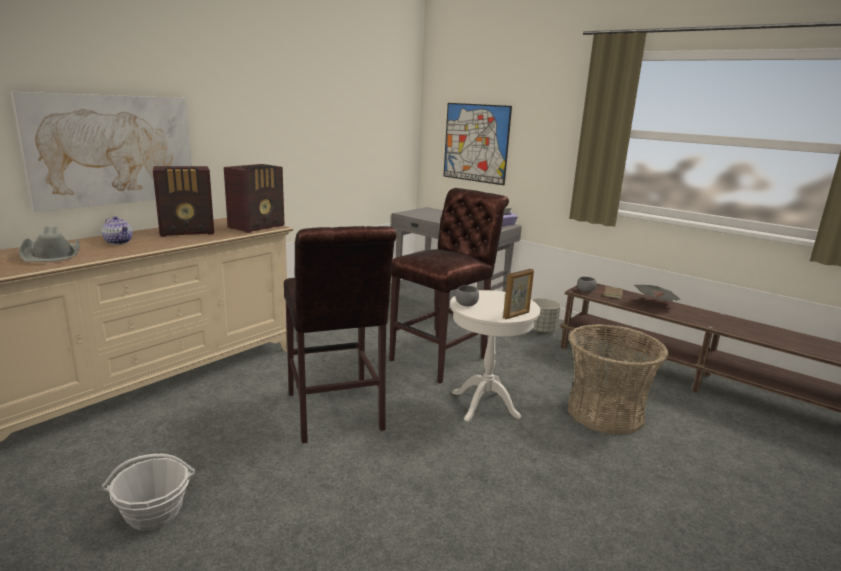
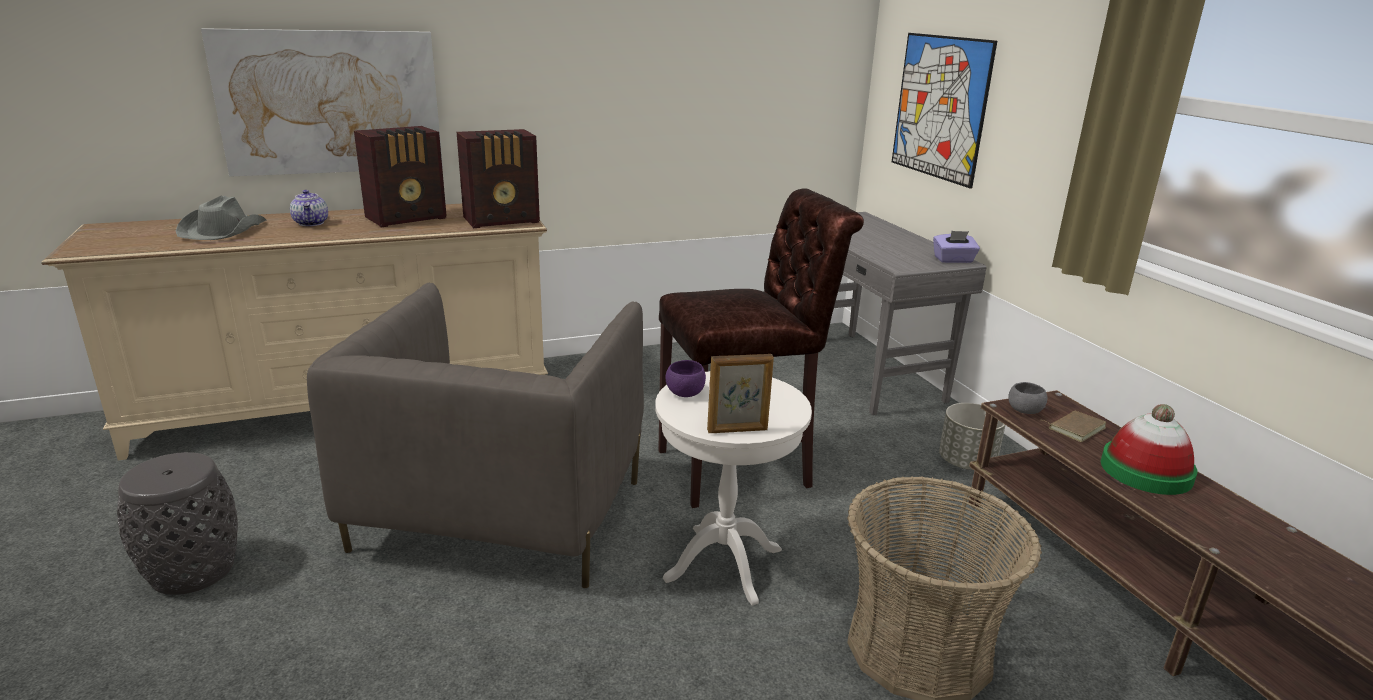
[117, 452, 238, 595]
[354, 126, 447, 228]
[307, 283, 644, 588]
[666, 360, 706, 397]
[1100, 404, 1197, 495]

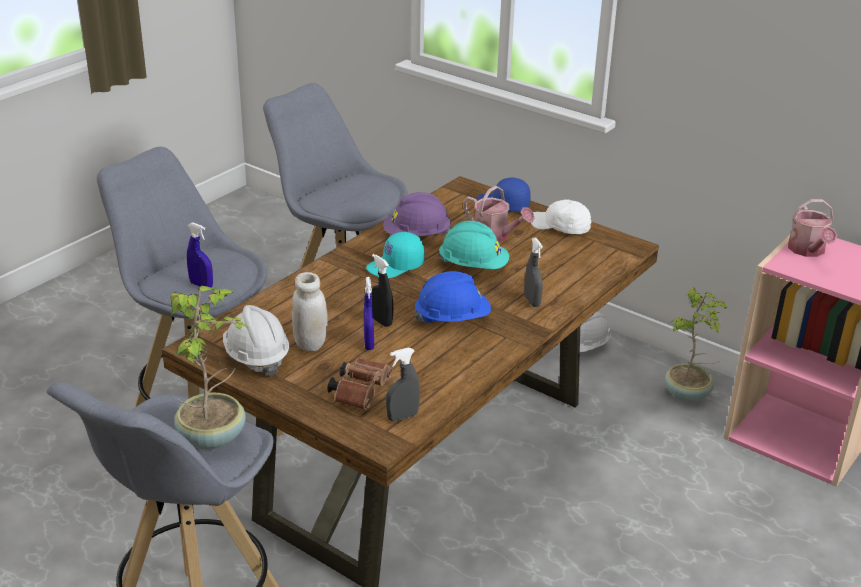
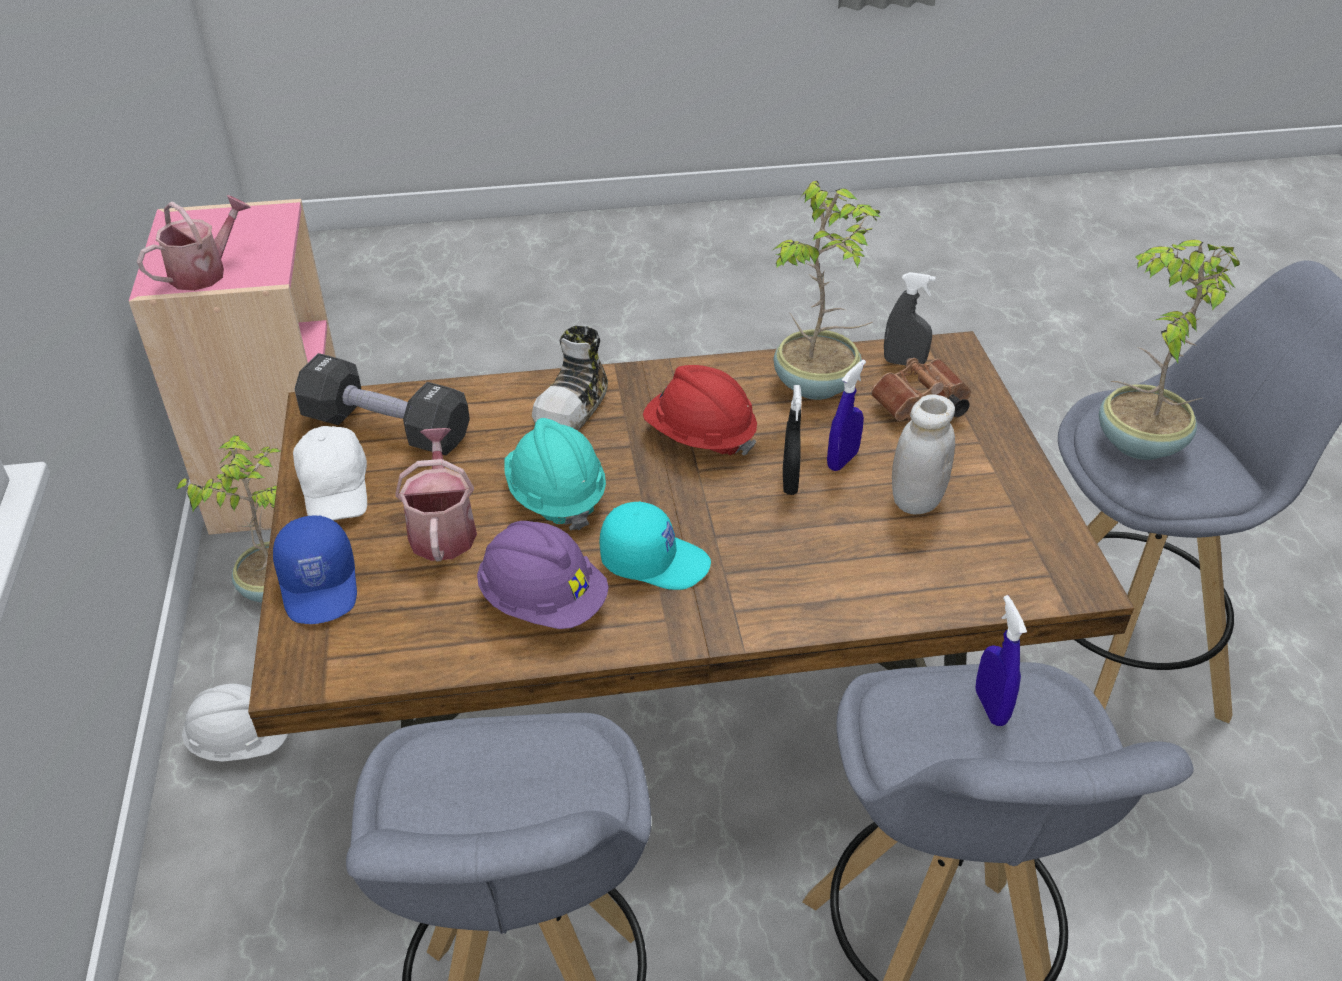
[223, 305, 289, 376] (first image)
[643, 365, 757, 456]
[532, 326, 608, 431]
[295, 353, 470, 455]
[771, 181, 880, 400]

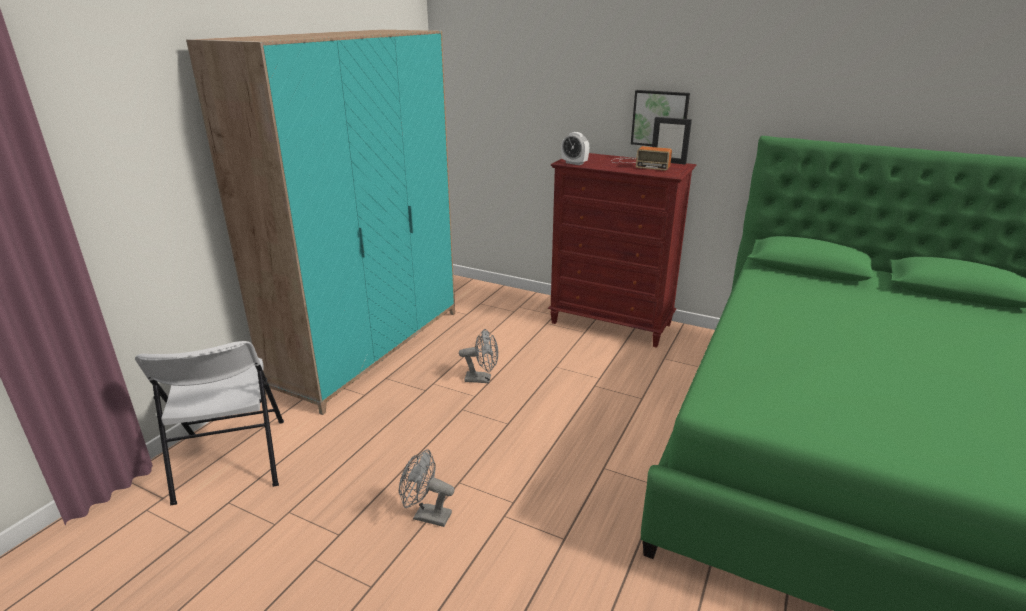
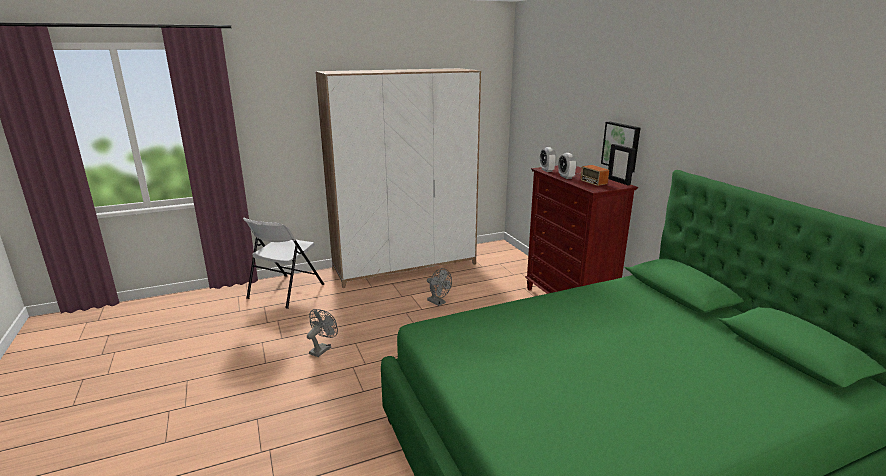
[315, 68, 481, 288]
[307, 309, 338, 357]
[558, 153, 577, 179]

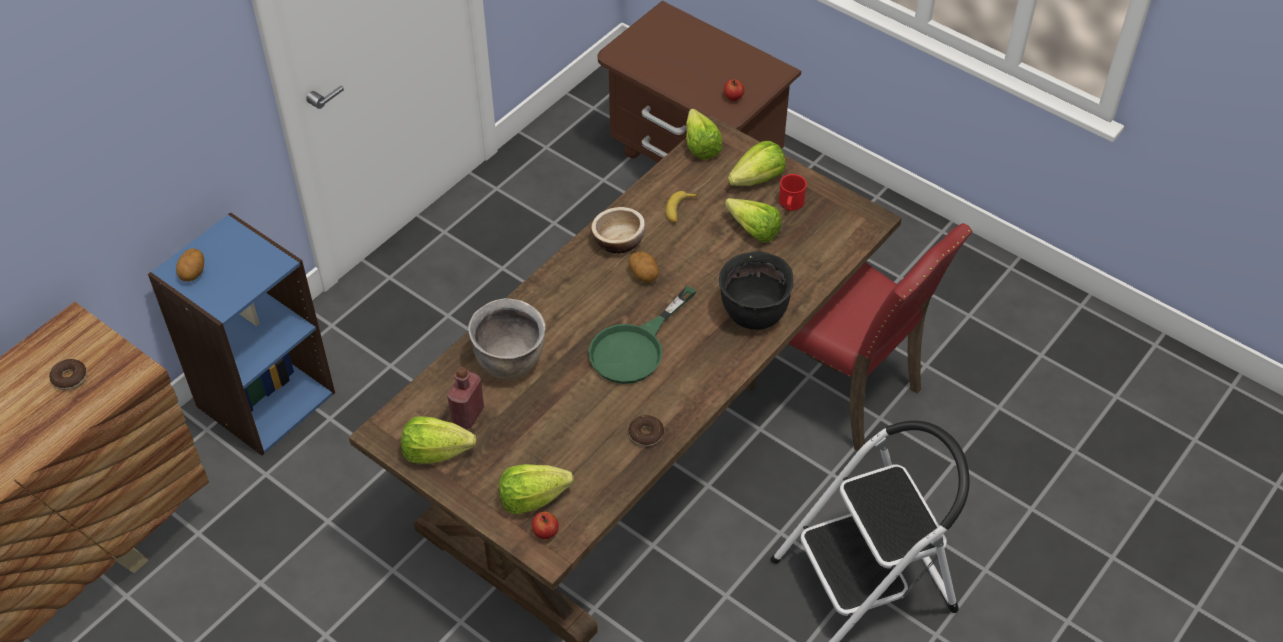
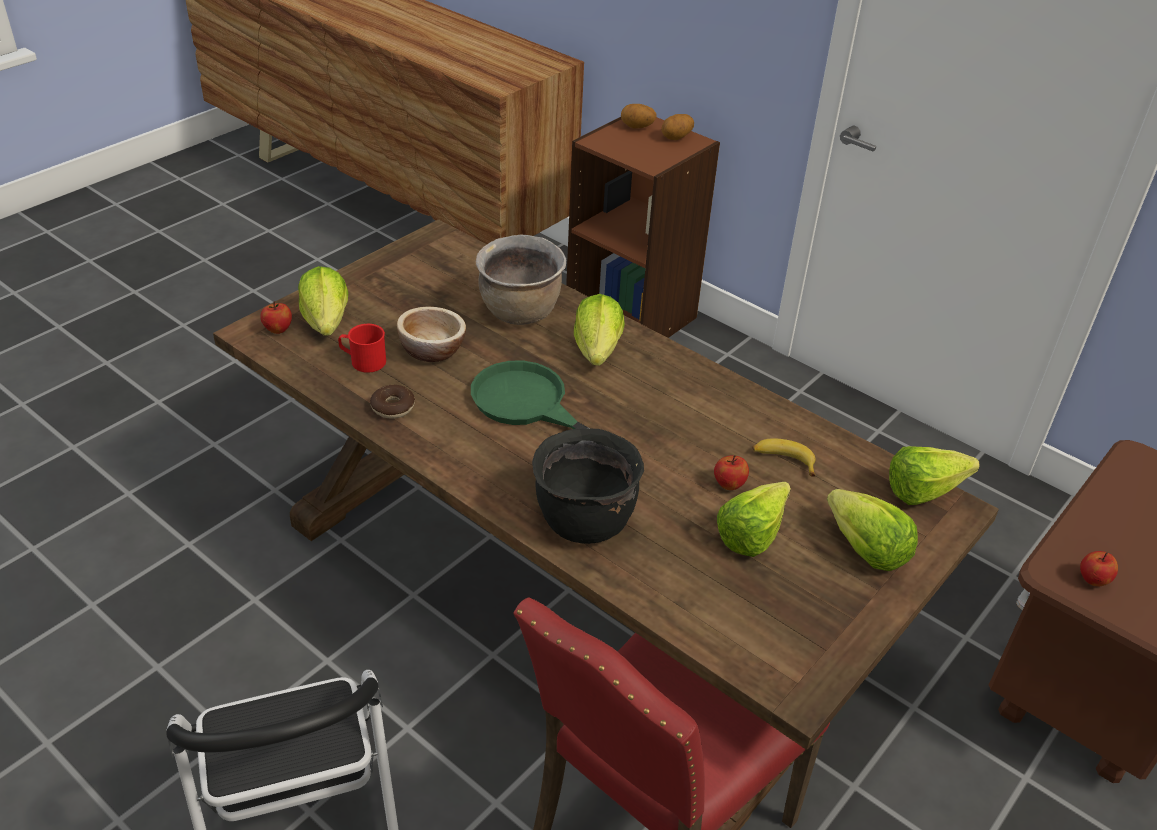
[49, 359, 87, 390] (first image)
[566, 117, 720, 338]
[574, 294, 625, 366]
[447, 367, 484, 429] (first image)
[397, 307, 466, 362]
[661, 114, 694, 140]
[338, 324, 386, 373]
[714, 455, 749, 490]

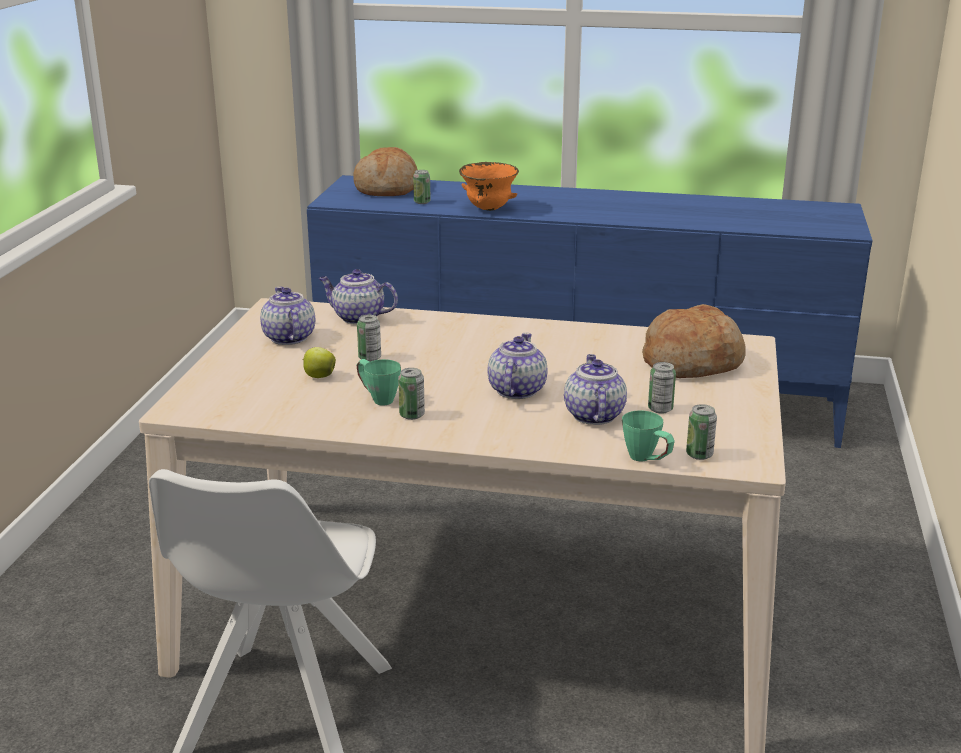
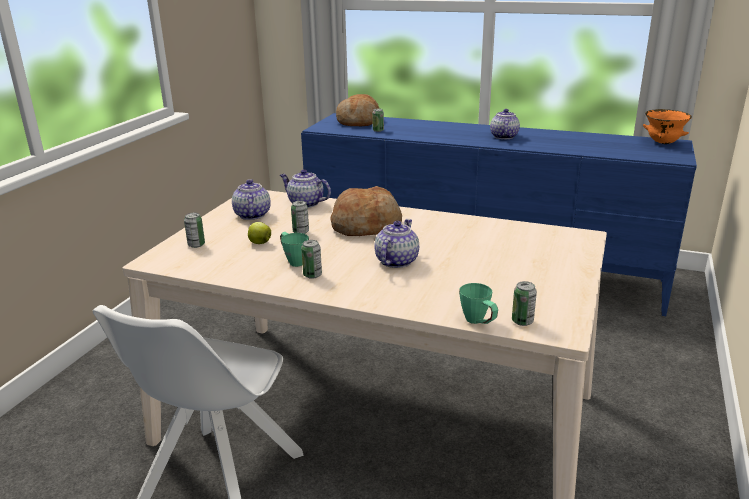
[643, 109, 692, 144]
[490, 109, 520, 139]
[330, 186, 402, 236]
[184, 213, 205, 248]

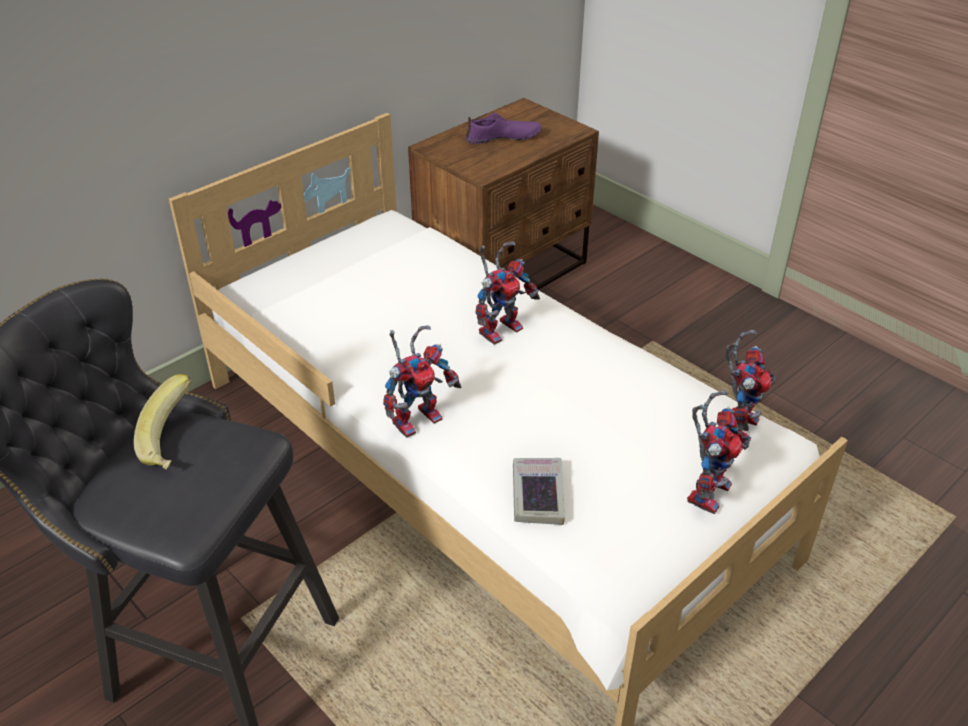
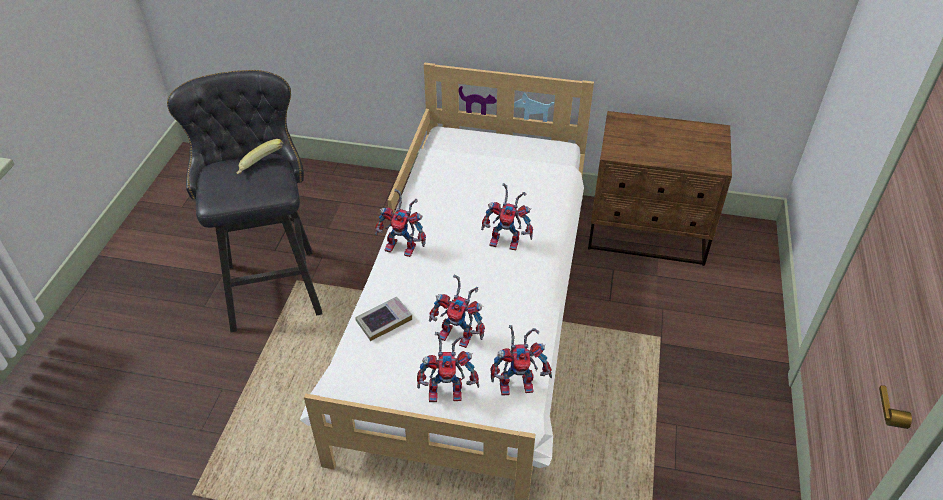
[466, 112, 542, 144] (first image)
[429, 275, 485, 348]

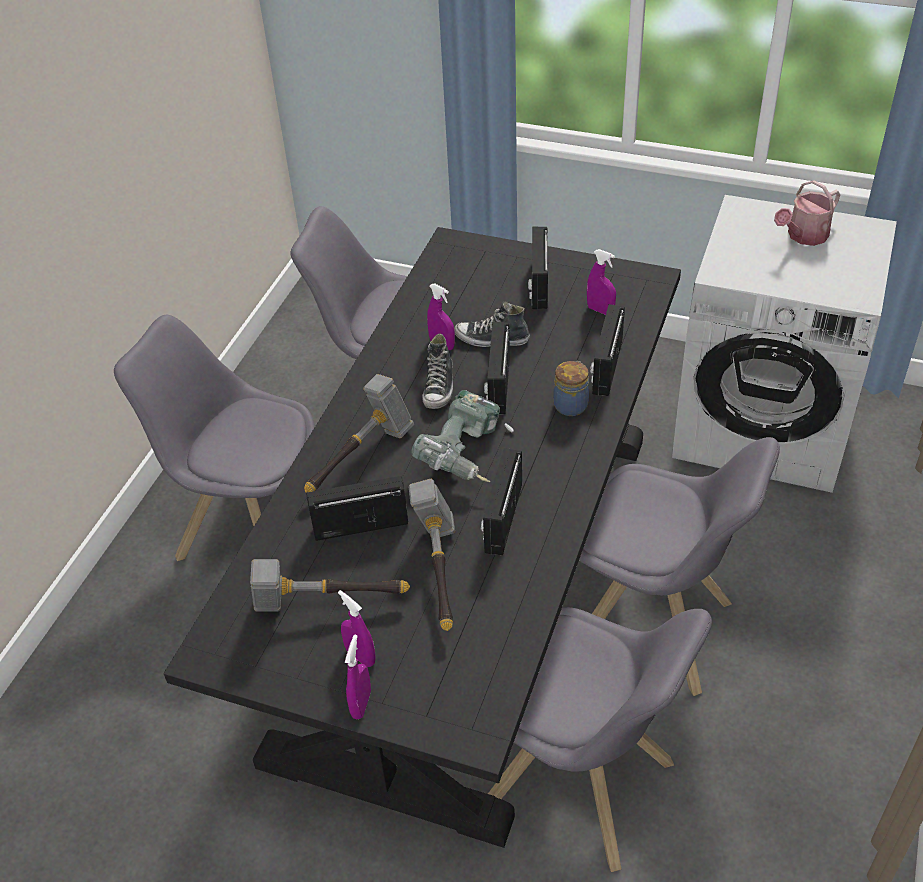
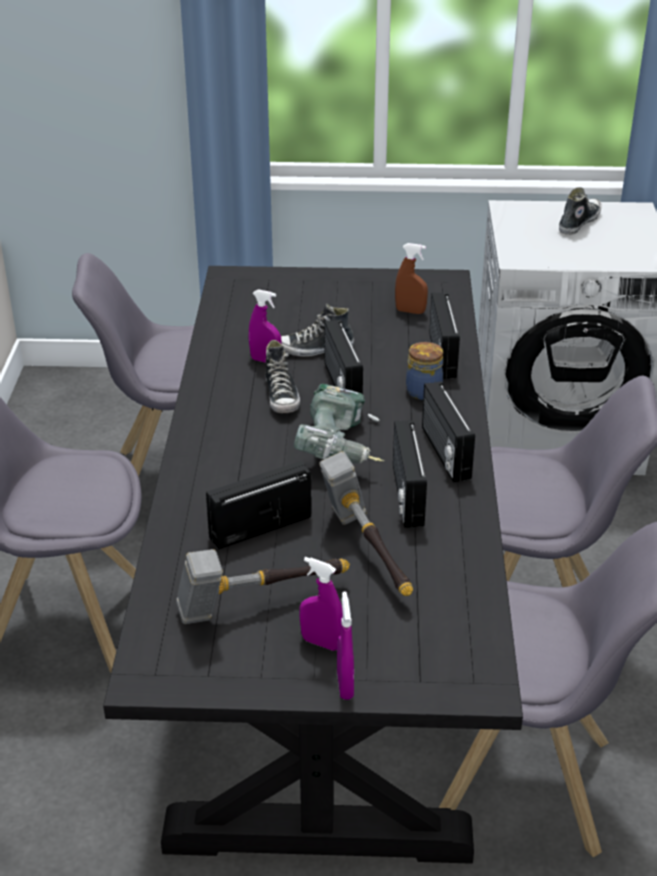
[304, 374, 414, 493] (first image)
[422, 381, 475, 483]
[395, 243, 428, 314]
[559, 187, 602, 235]

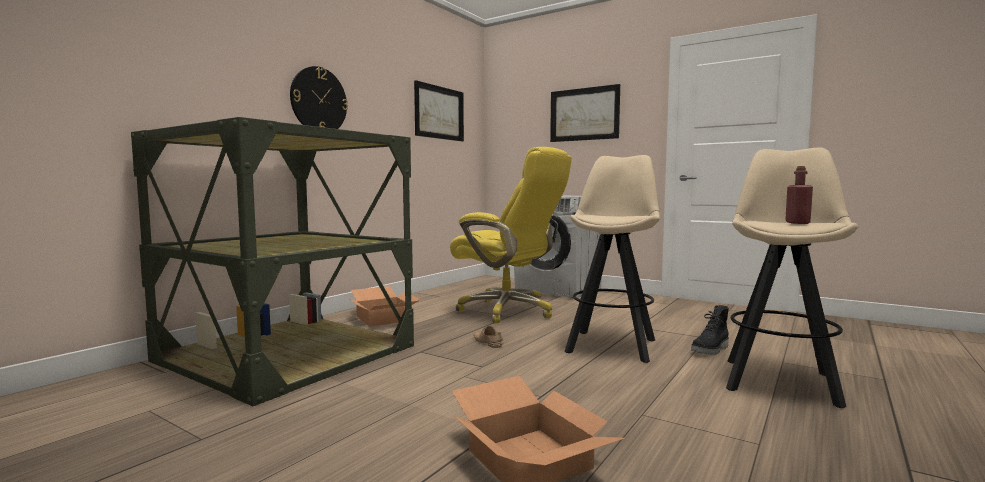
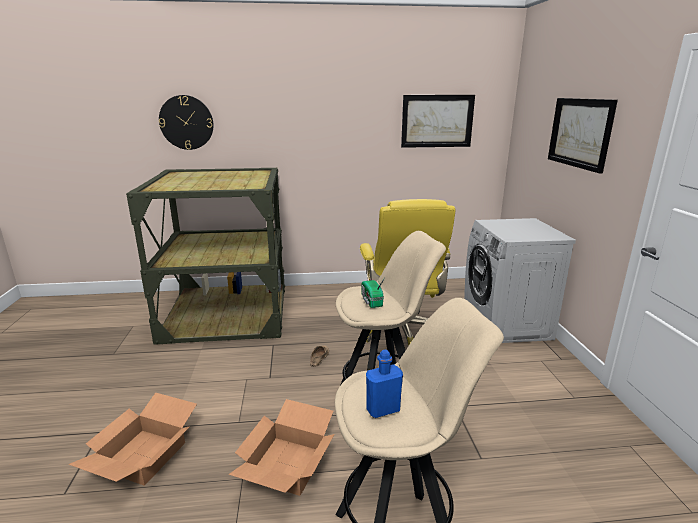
[159, 95, 213, 150]
[228, 399, 334, 496]
[691, 305, 729, 355] (first image)
[366, 350, 403, 418]
[361, 278, 385, 308]

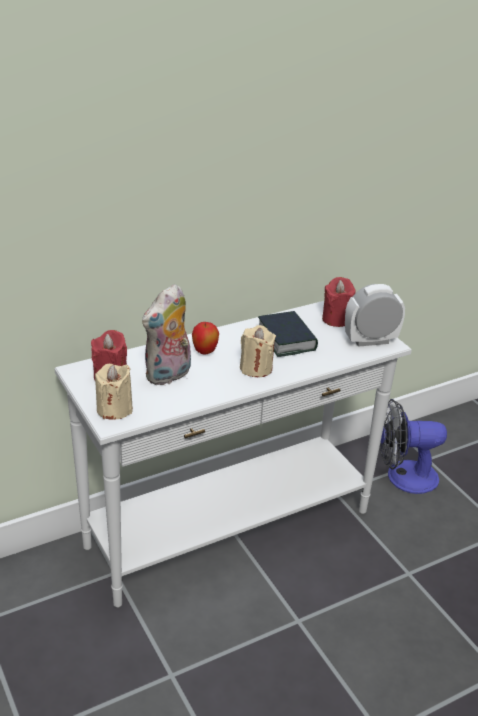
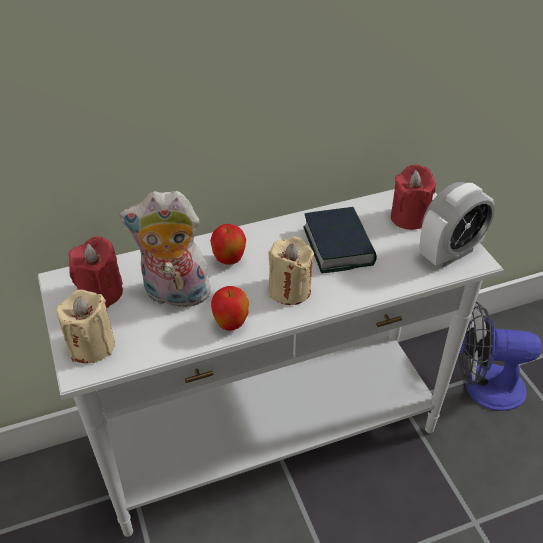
[120, 191, 213, 308]
[419, 182, 495, 268]
[211, 286, 249, 331]

